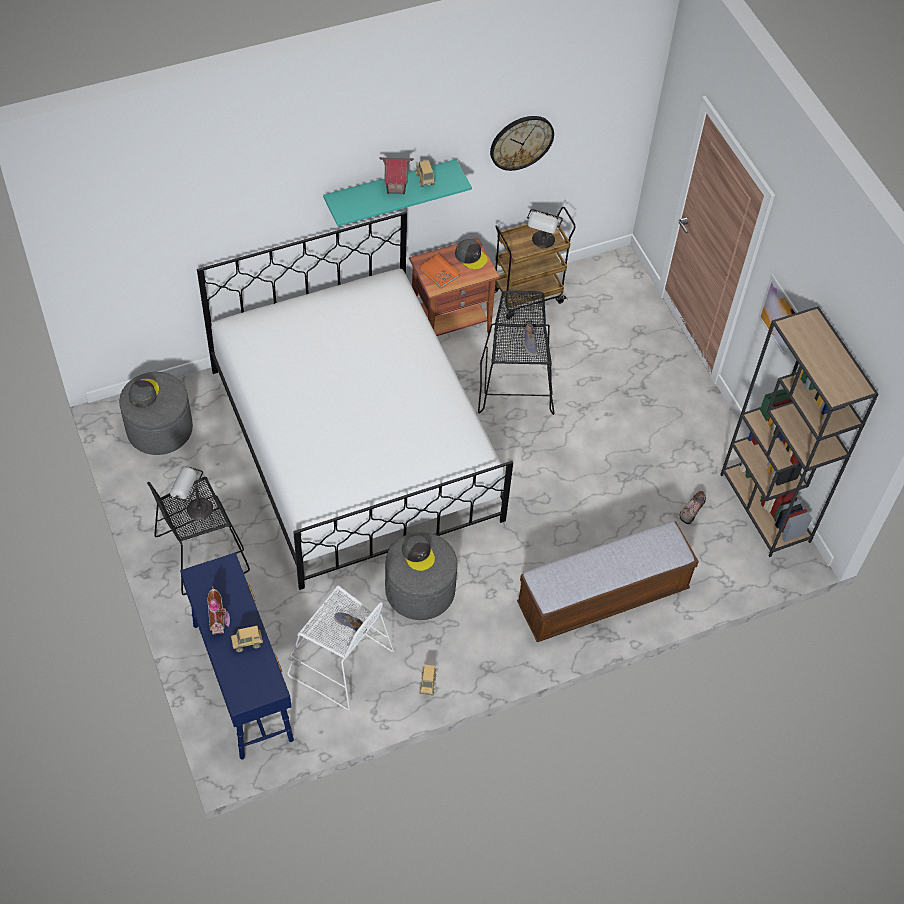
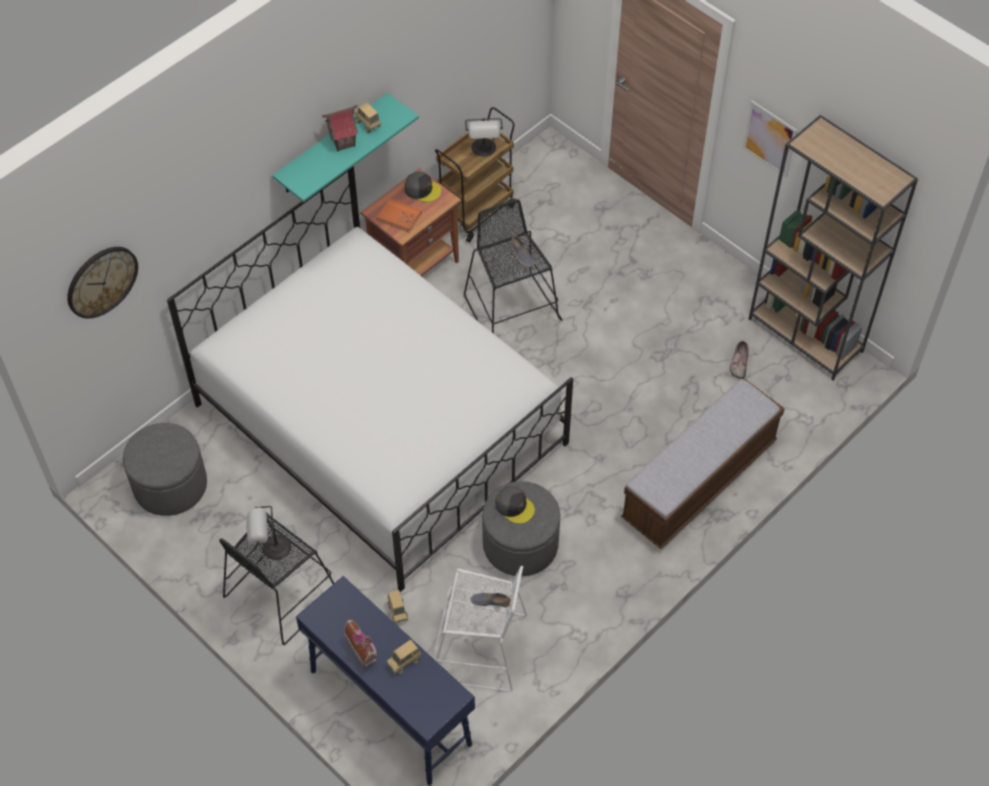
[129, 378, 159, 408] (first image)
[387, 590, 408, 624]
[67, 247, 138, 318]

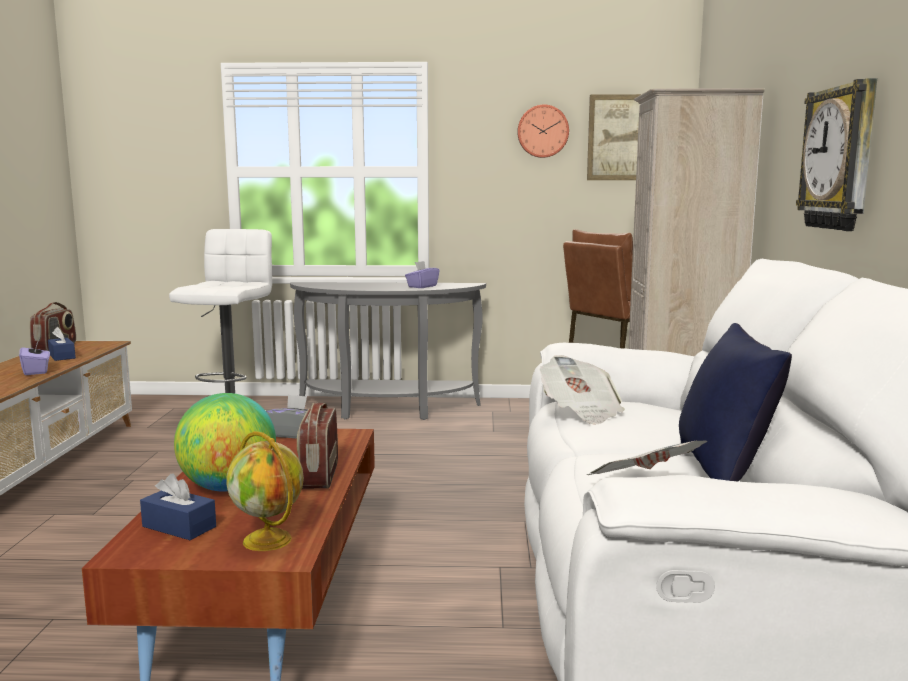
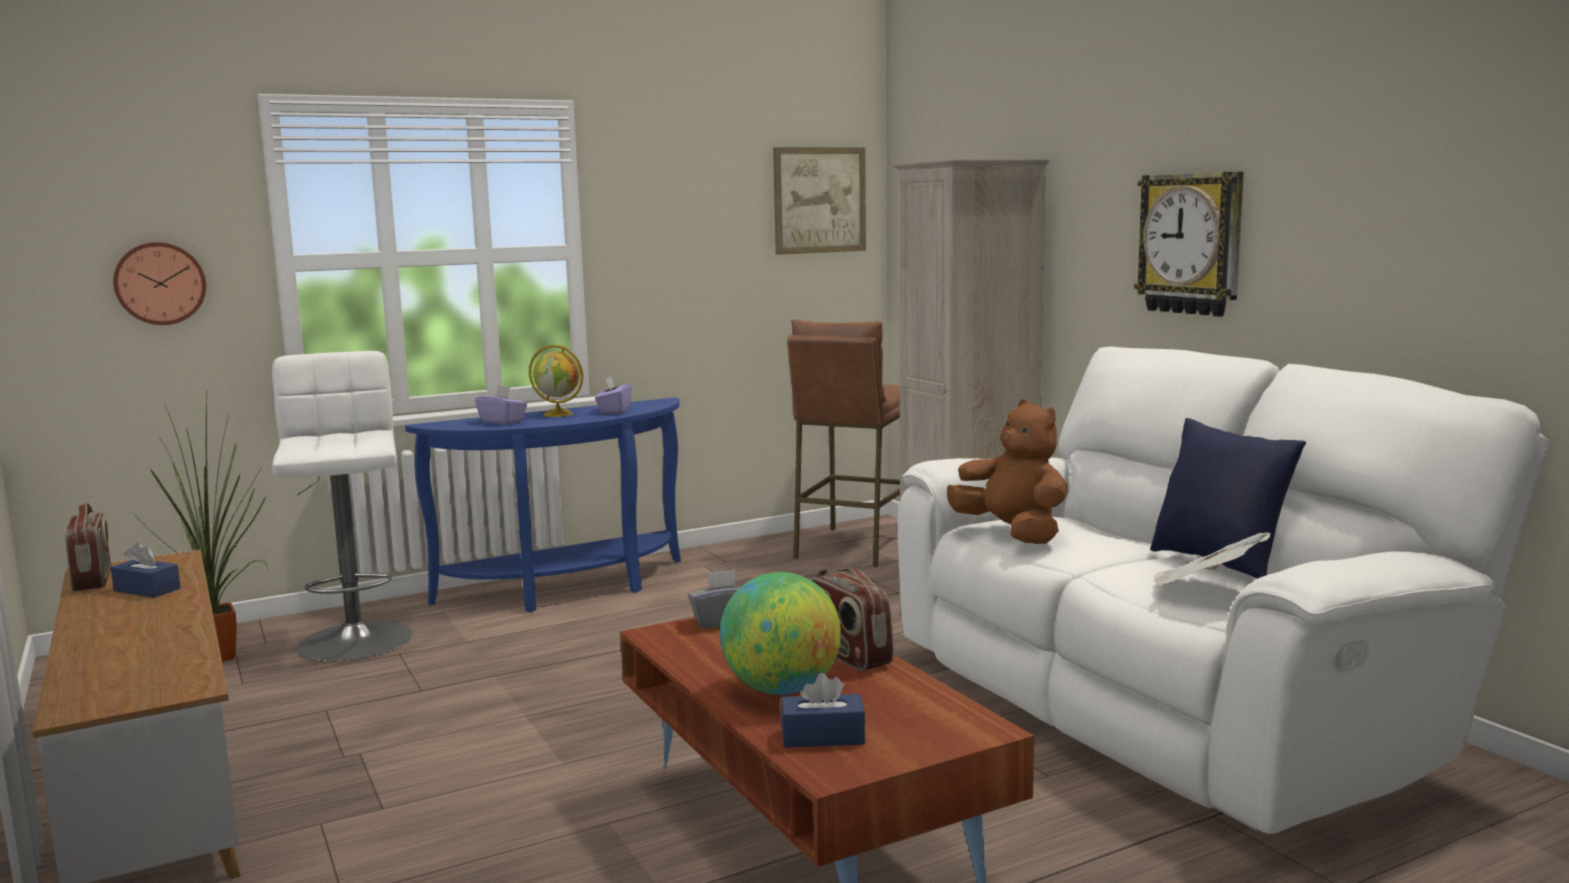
[475, 385, 527, 425]
[529, 345, 583, 417]
[405, 397, 681, 612]
[113, 242, 206, 325]
[947, 399, 1068, 544]
[131, 393, 269, 662]

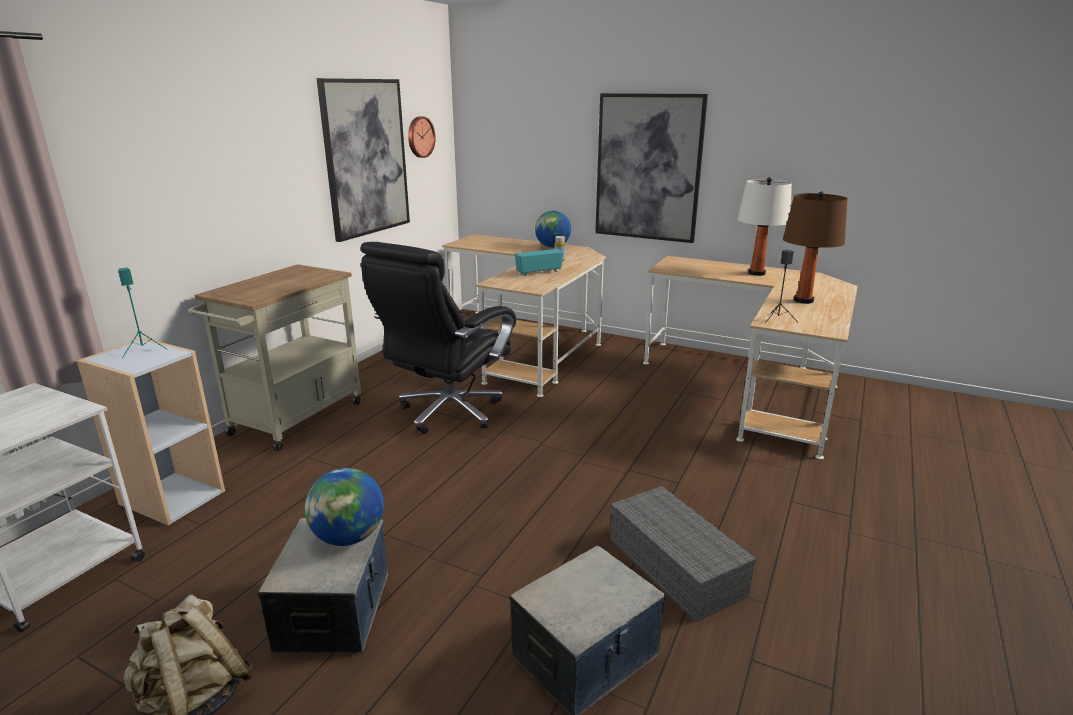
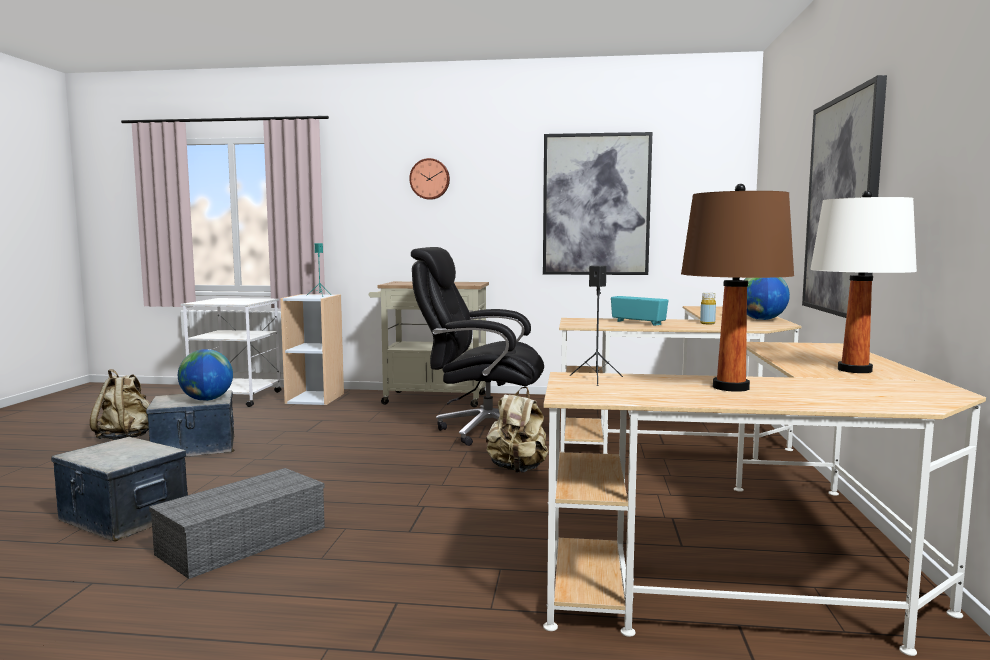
[409, 158, 450, 200]
[486, 387, 548, 473]

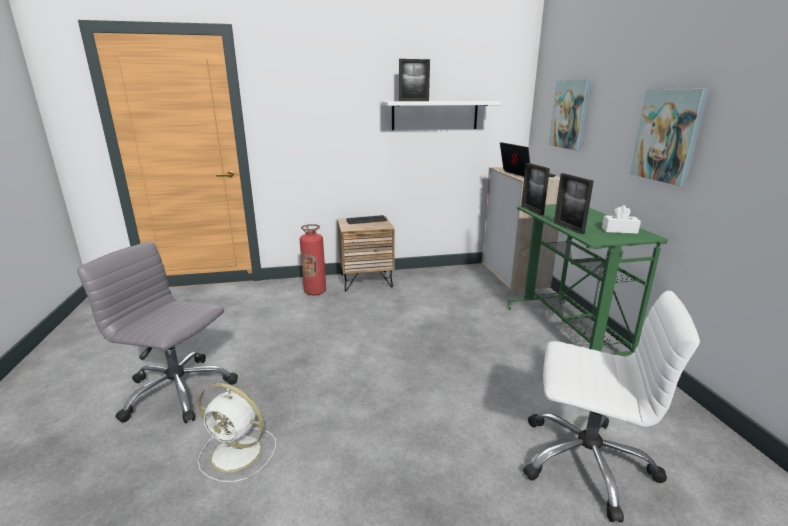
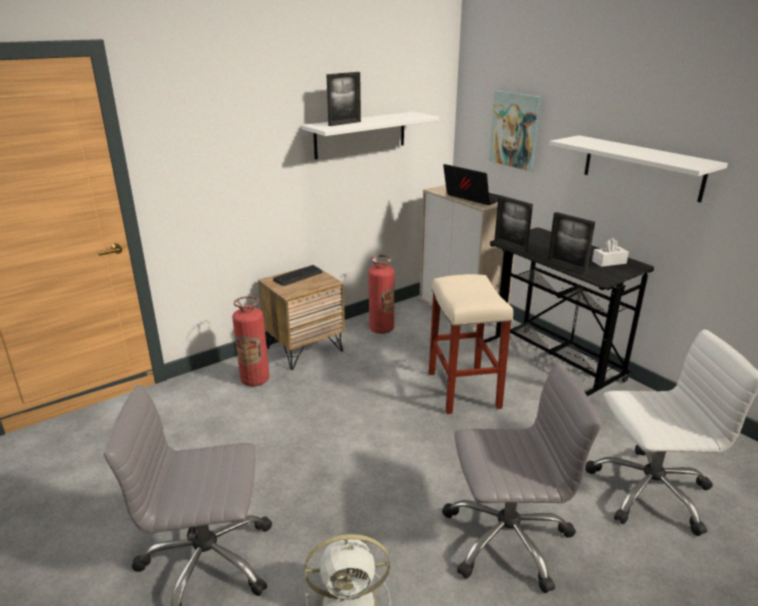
[482, 228, 654, 396]
[549, 135, 728, 203]
[368, 255, 394, 334]
[429, 274, 513, 414]
[442, 363, 601, 593]

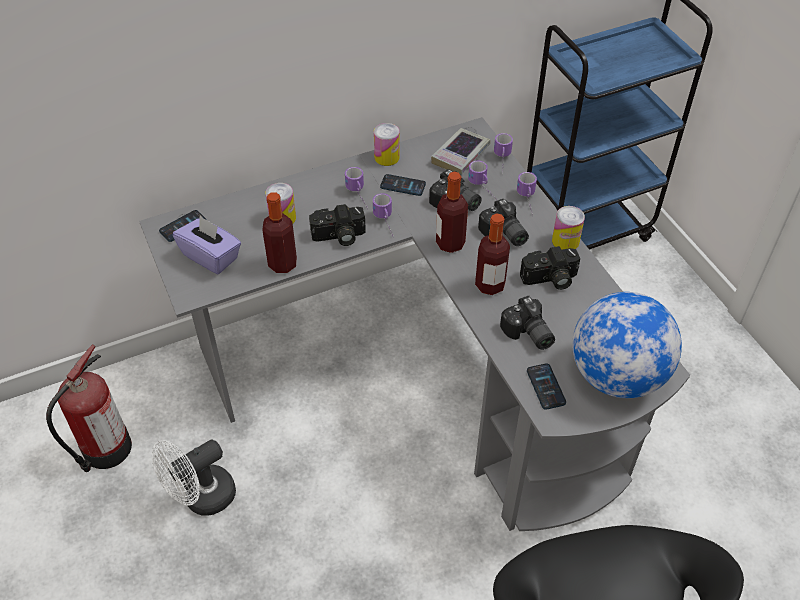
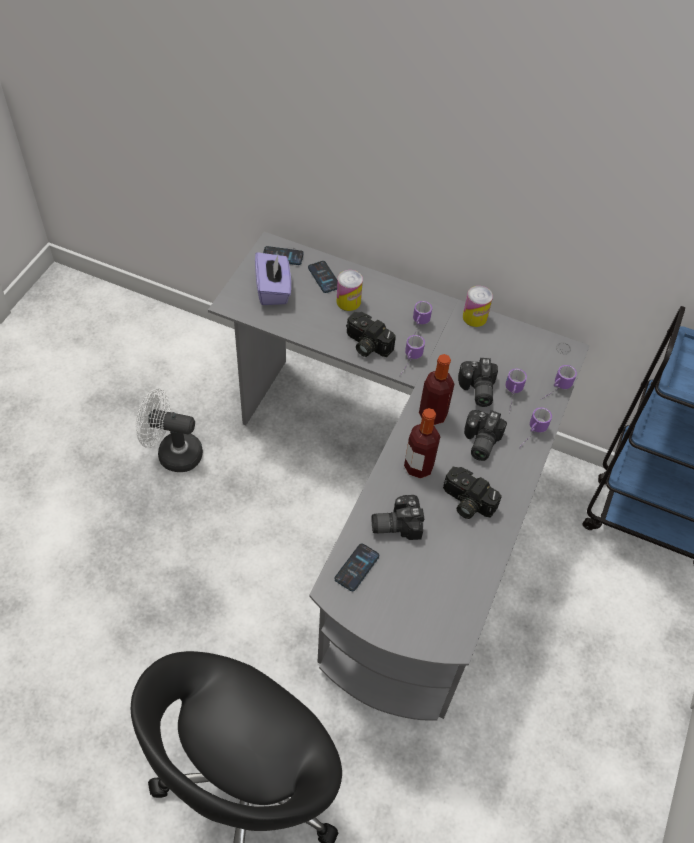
[46, 344, 132, 472] (first image)
[262, 192, 297, 273] (first image)
[308, 261, 338, 293]
[431, 128, 490, 175] (first image)
[372, 495, 424, 540]
[552, 206, 585, 250] (first image)
[572, 292, 682, 398] (first image)

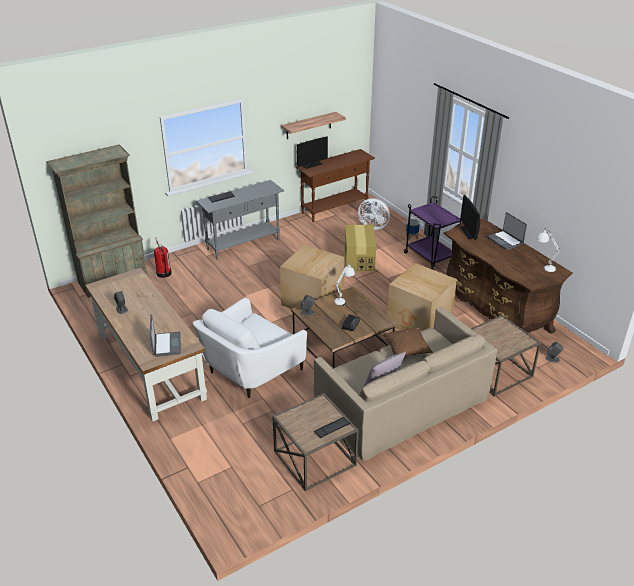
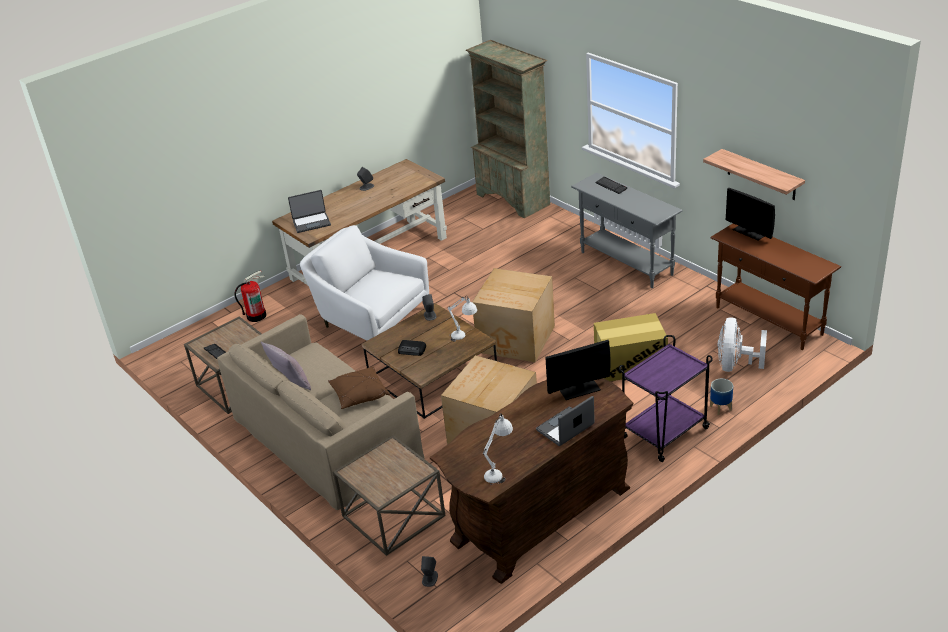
[234, 271, 266, 322]

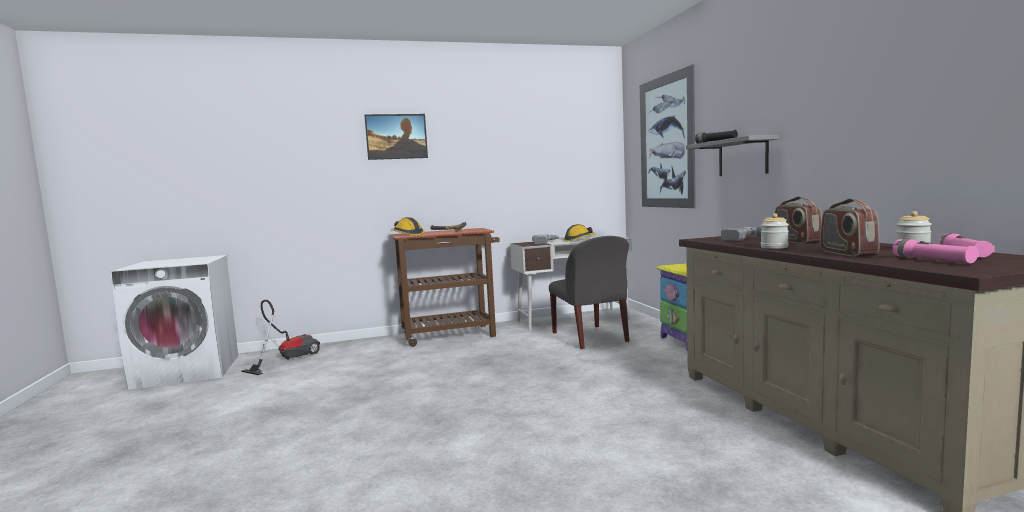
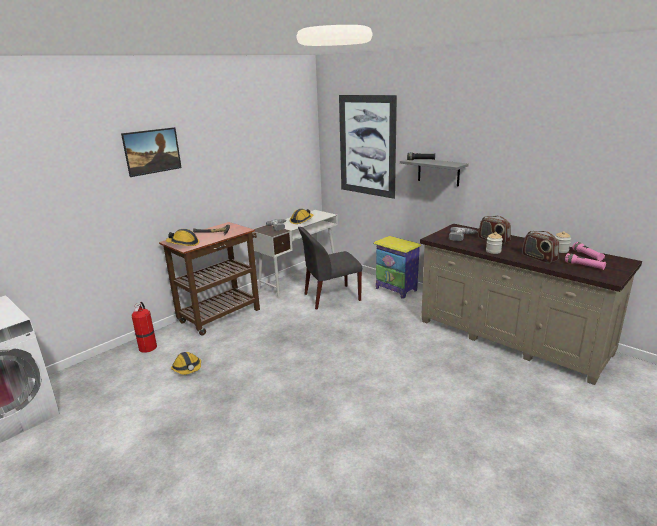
[241, 300, 320, 375] (first image)
[298, 227, 362, 310]
[132, 302, 157, 353]
[171, 352, 201, 375]

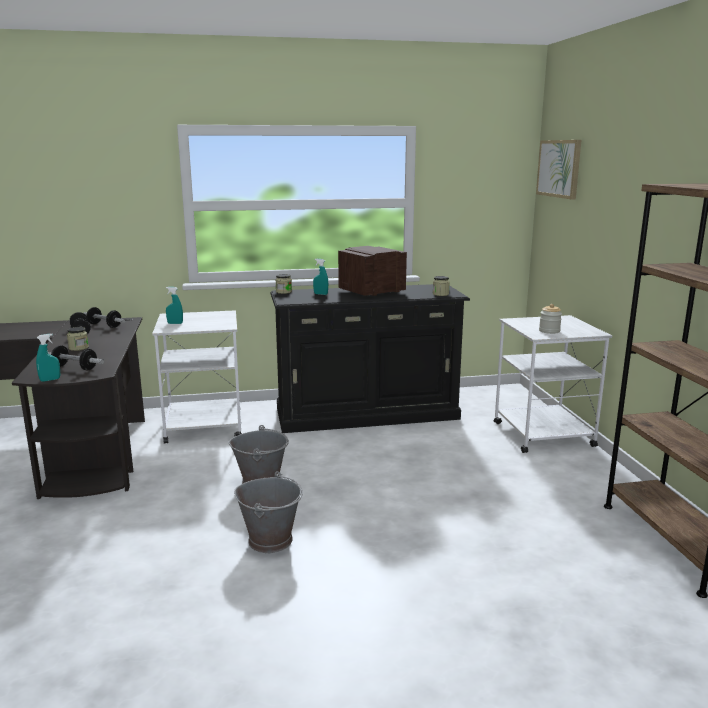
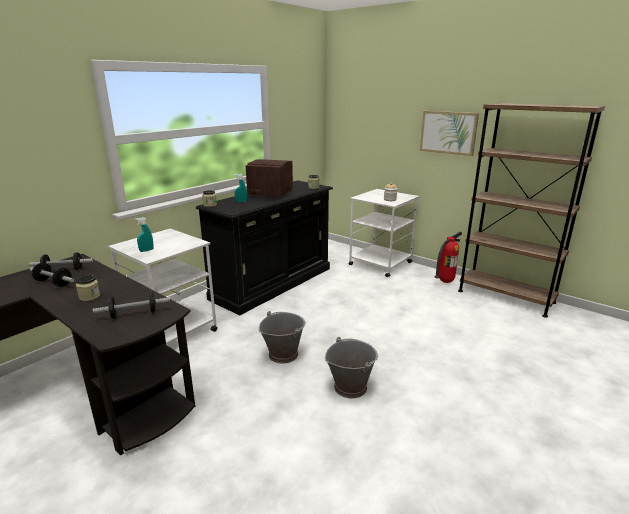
[36, 334, 60, 382] (first image)
[420, 111, 479, 156]
[435, 231, 462, 283]

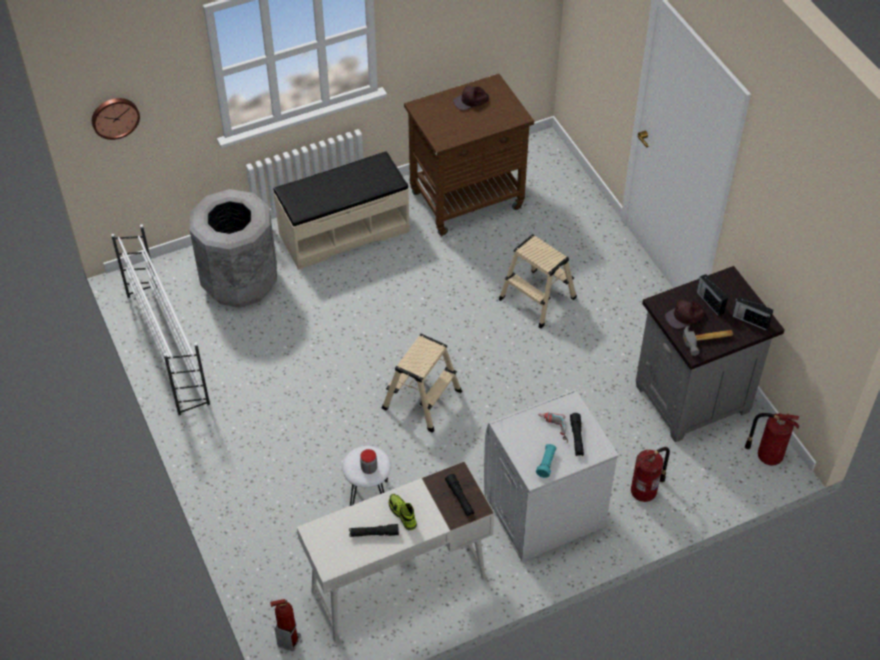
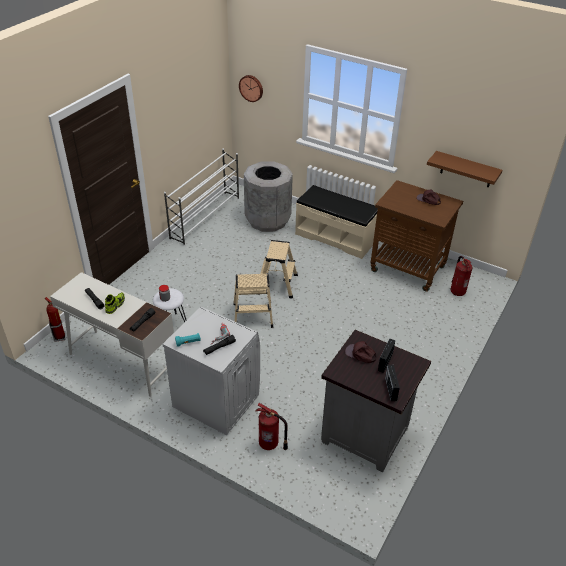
[257, 240, 298, 299]
[683, 326, 733, 356] (first image)
[451, 256, 473, 296]
[427, 151, 502, 187]

